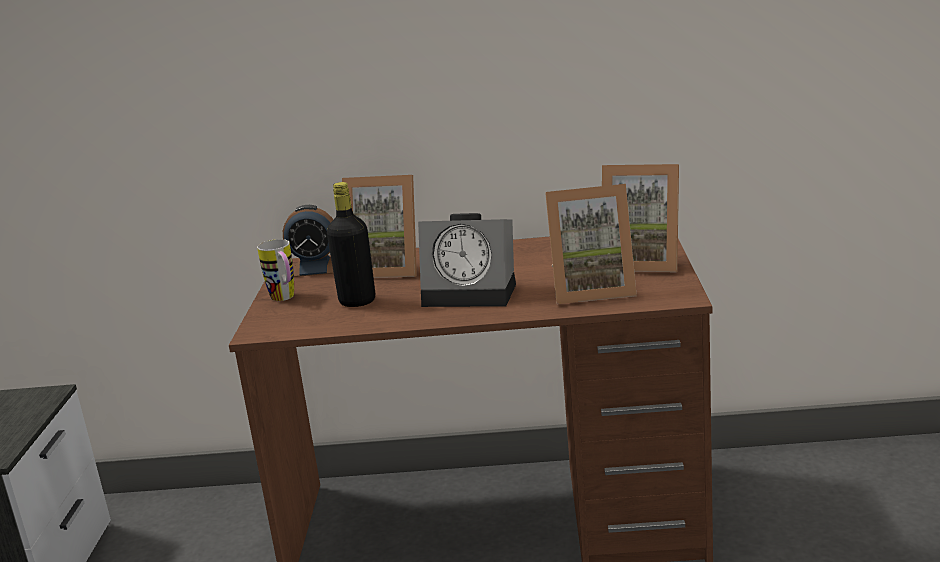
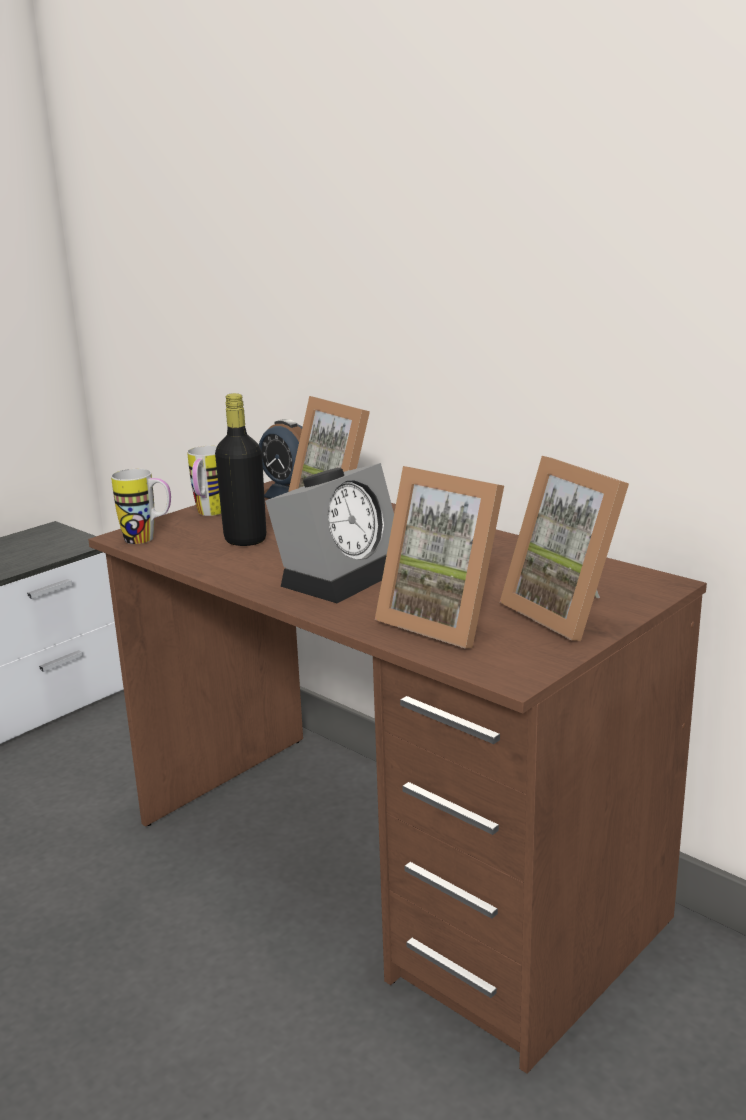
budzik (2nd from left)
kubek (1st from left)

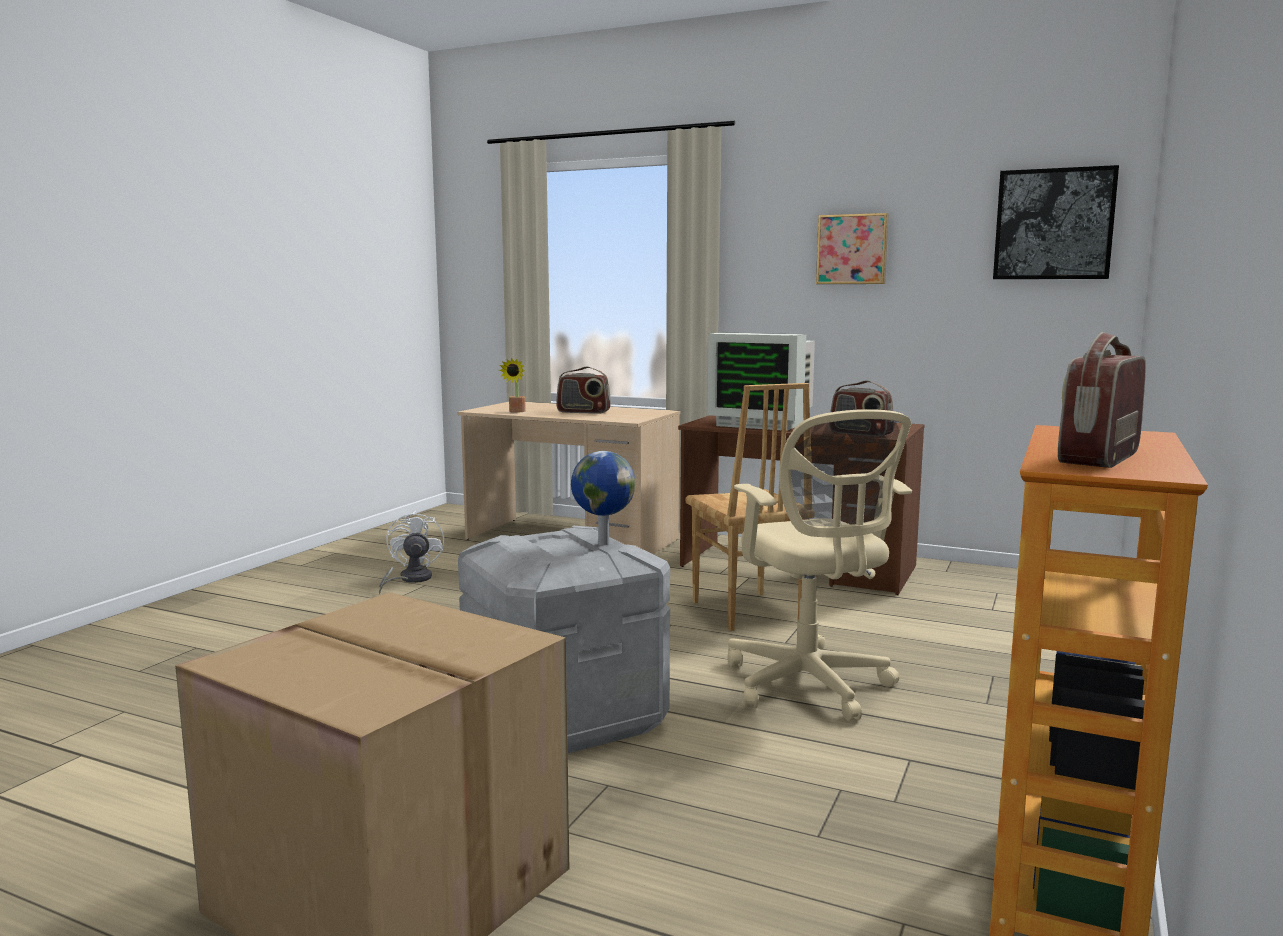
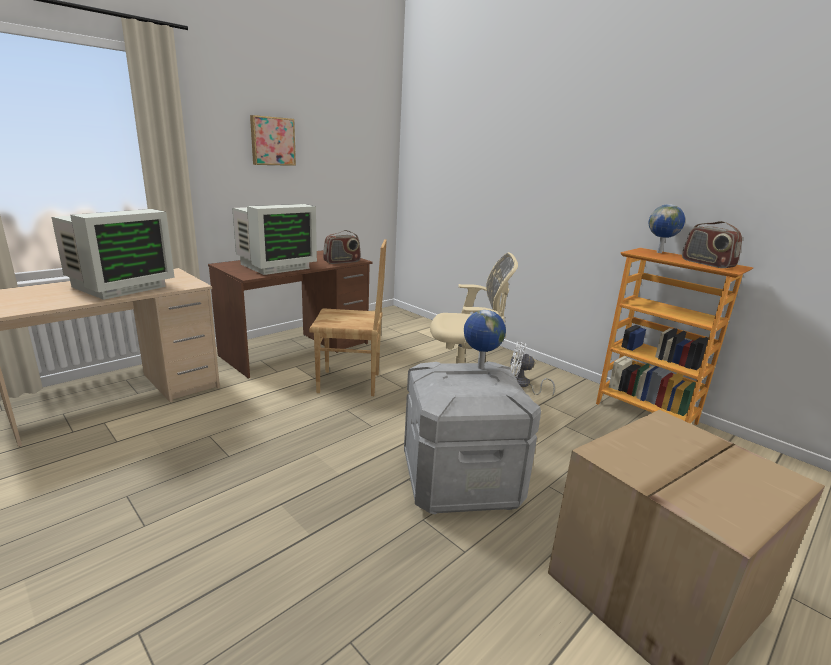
wentylator (biały)
roślina doniczkowa
monitor (1st from left)
obraz (2nd from left in the first image)
globus (2nd from left)

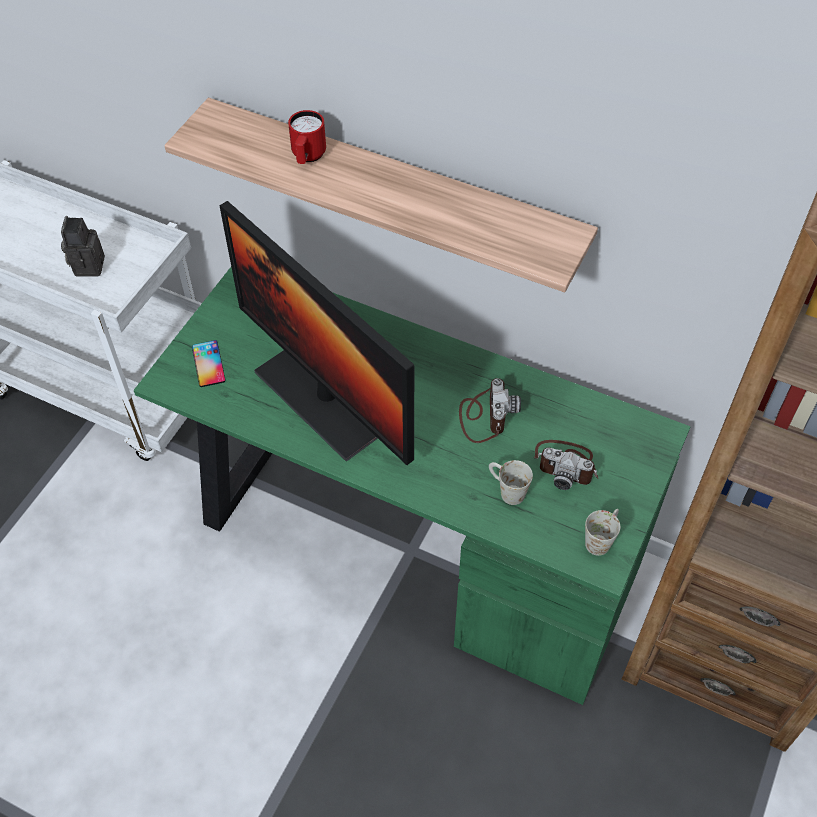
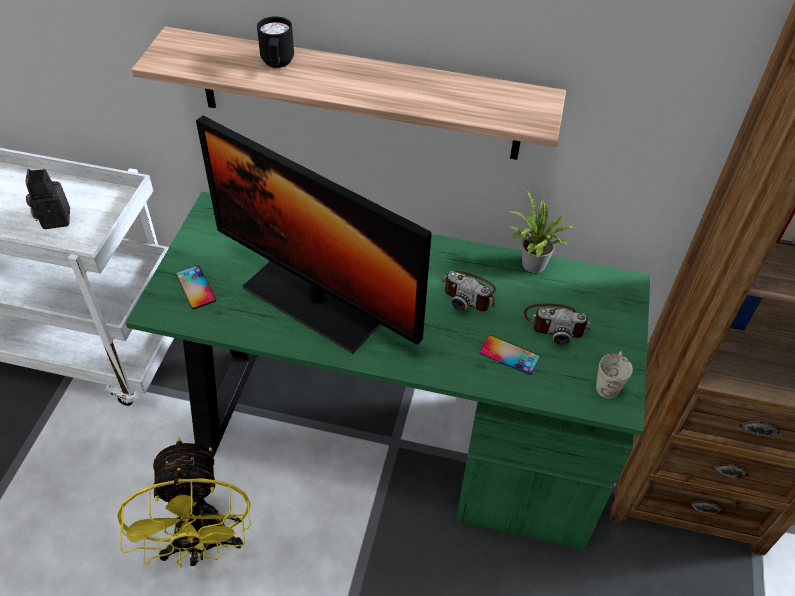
kubek (czarny)
aparat fotograficzny (2nd from left)
telefon (2nd from left)
wentylator (żółty)
roślina doniczkowa

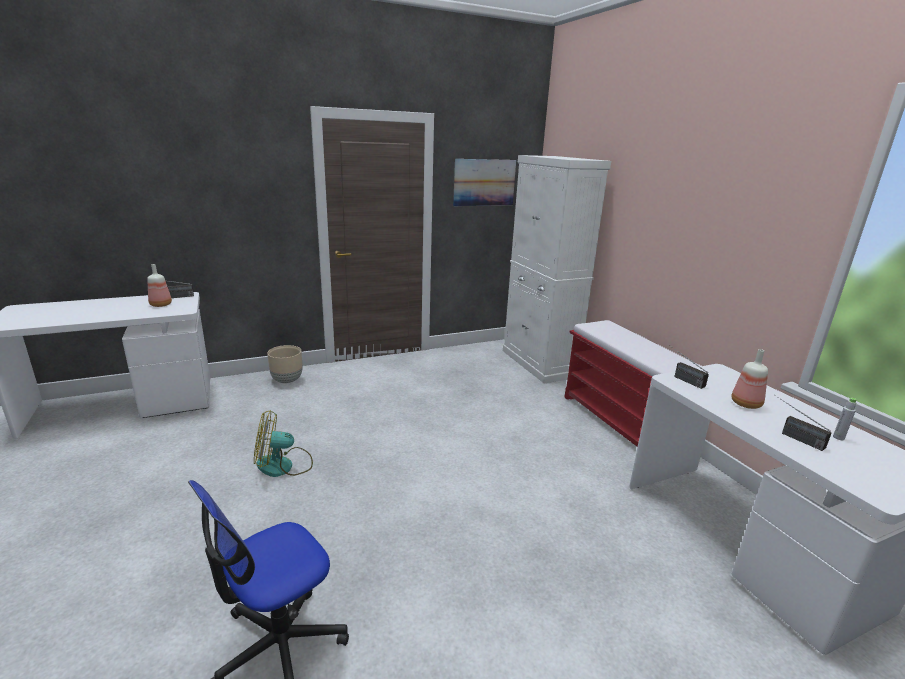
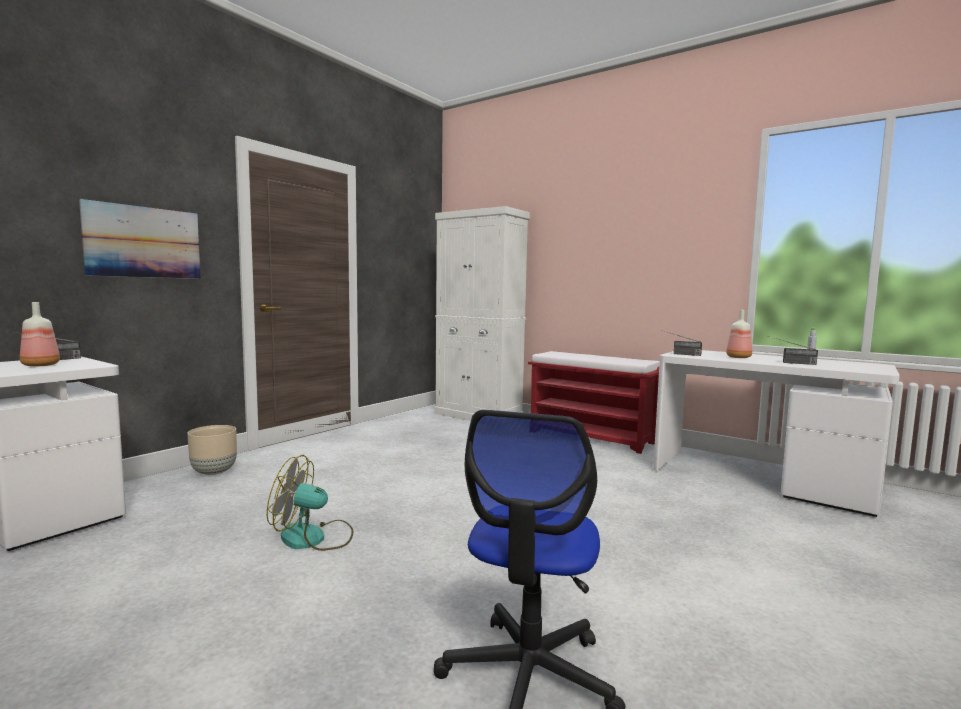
wentylator
obraz

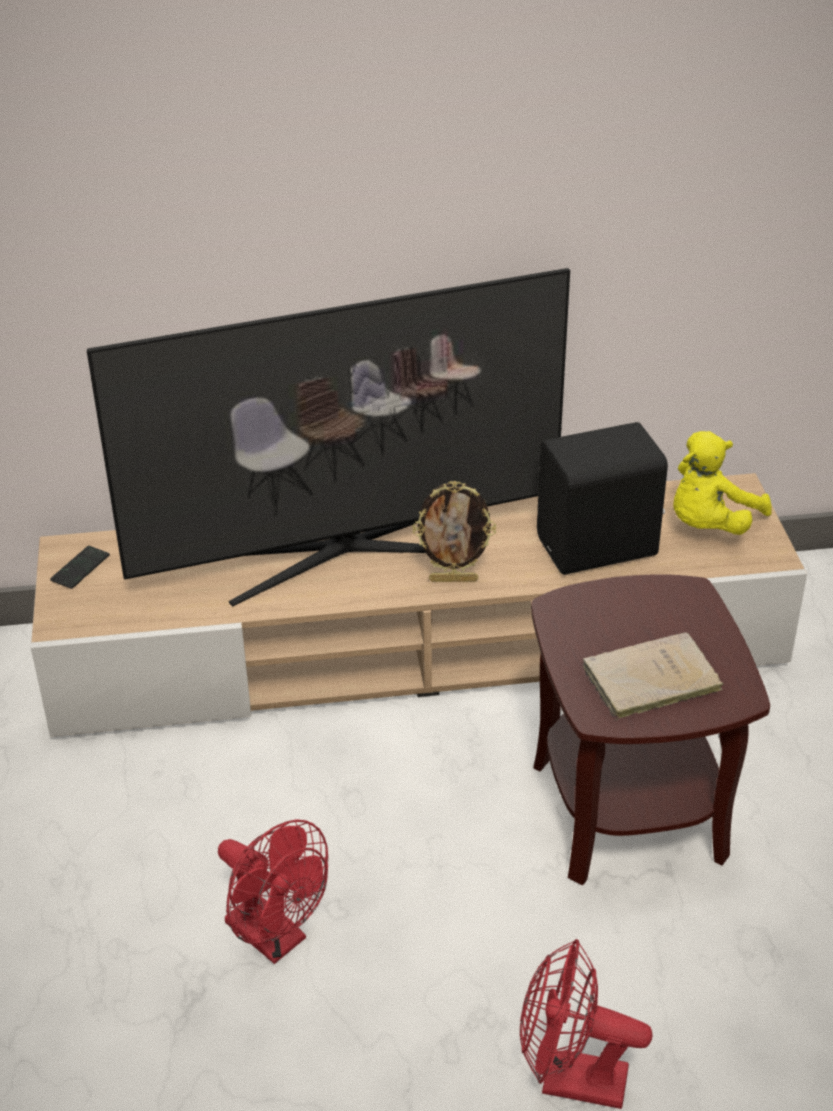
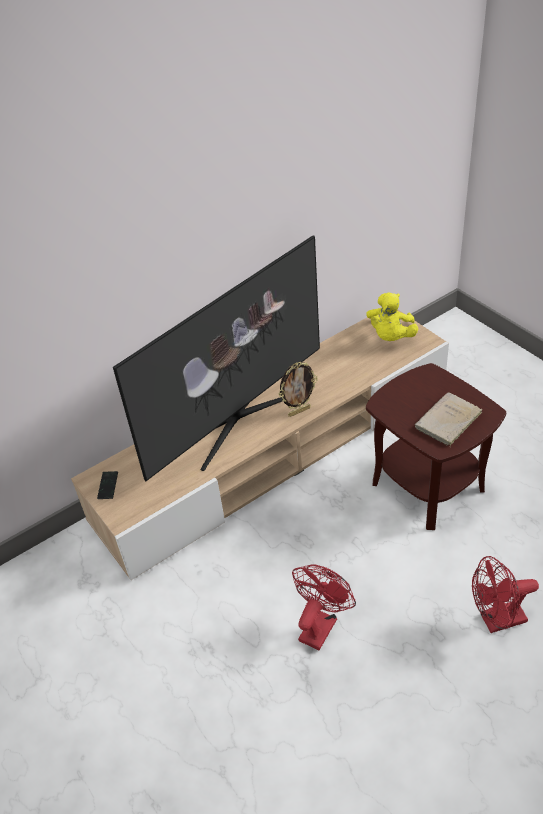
wentylator (czerwony) (1st from left)
głośnik (czarny)

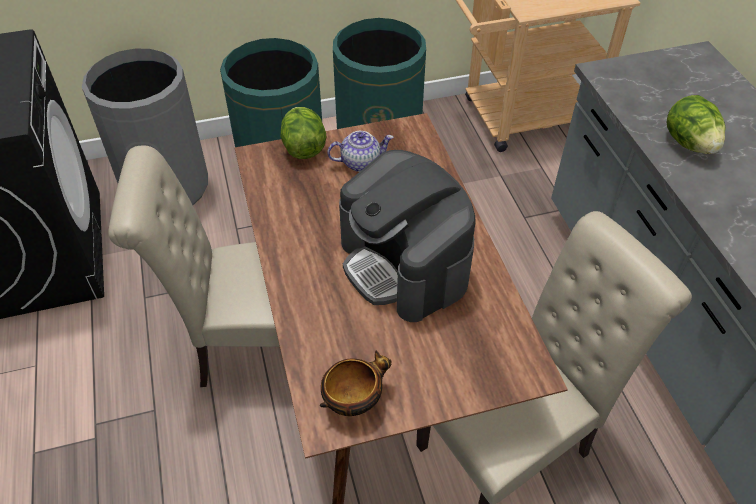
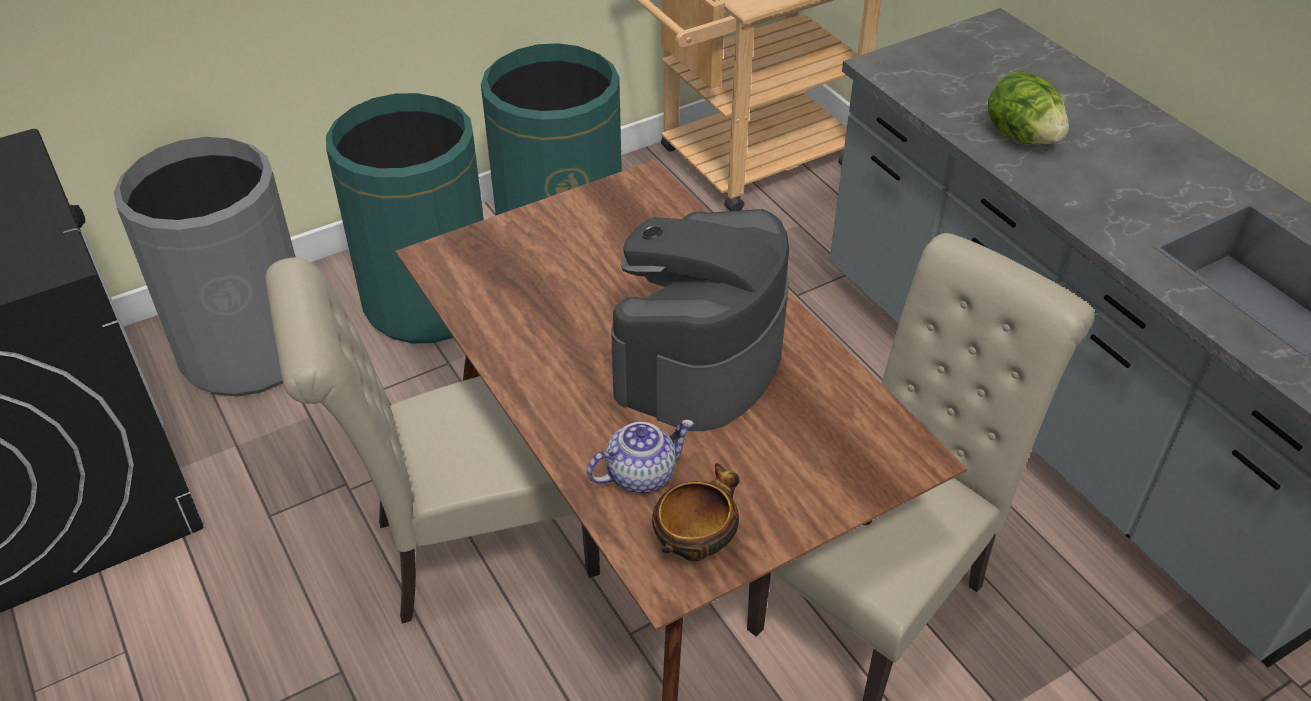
sałata (1st from left in the first image)
imbryk
ekspres do kawy

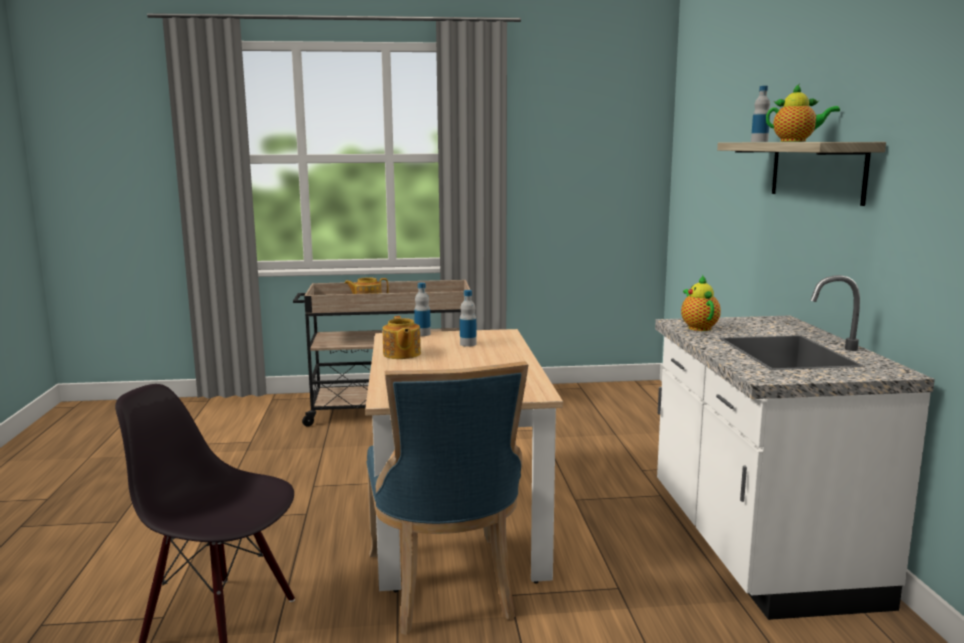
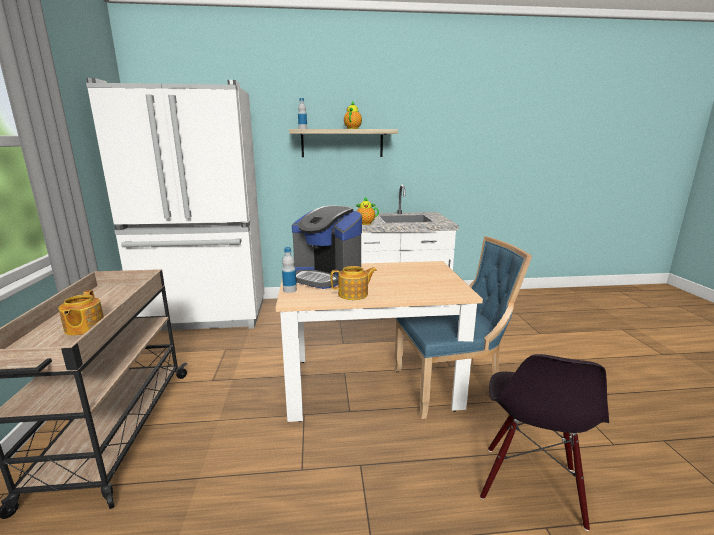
ekspres do kawy
lodówka (biały)

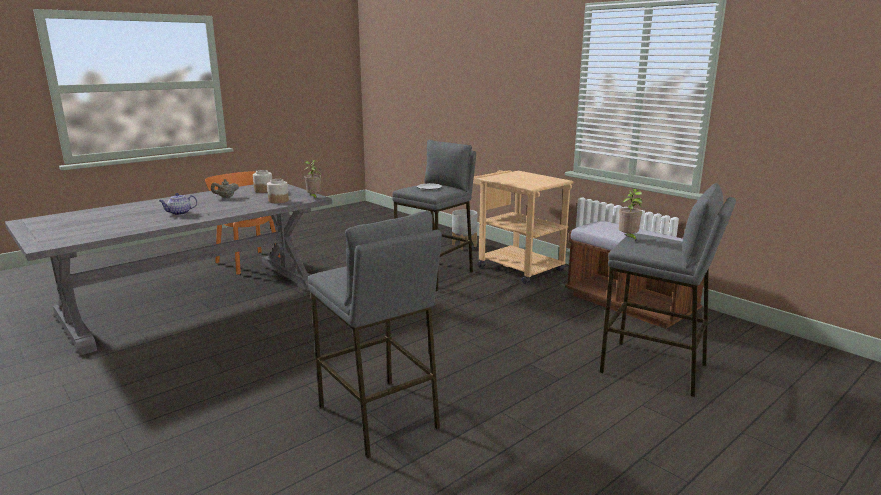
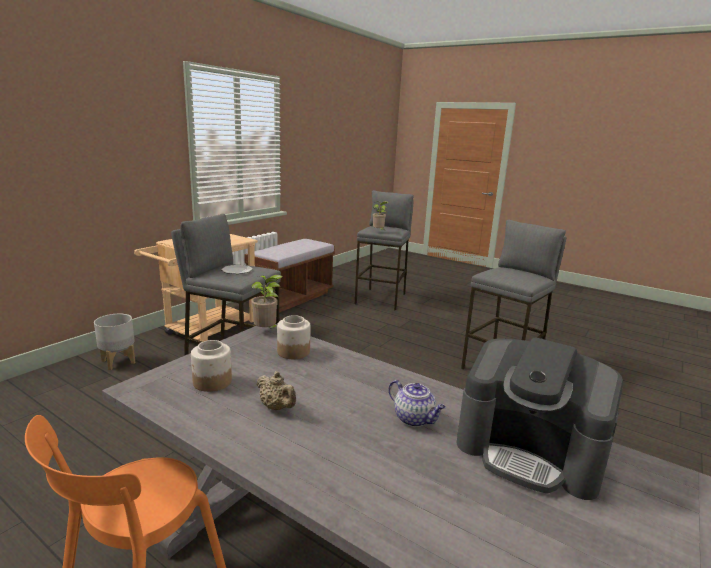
ekspres do kawy

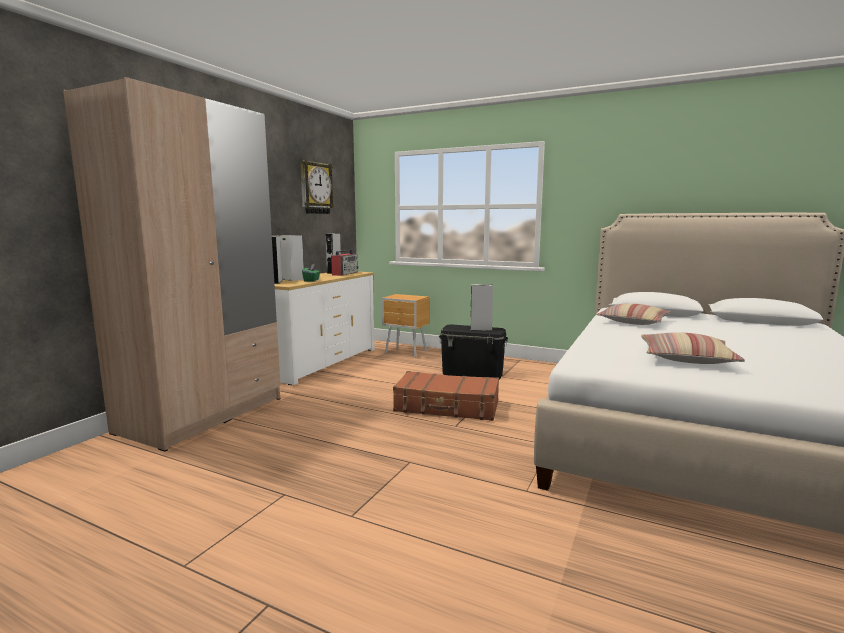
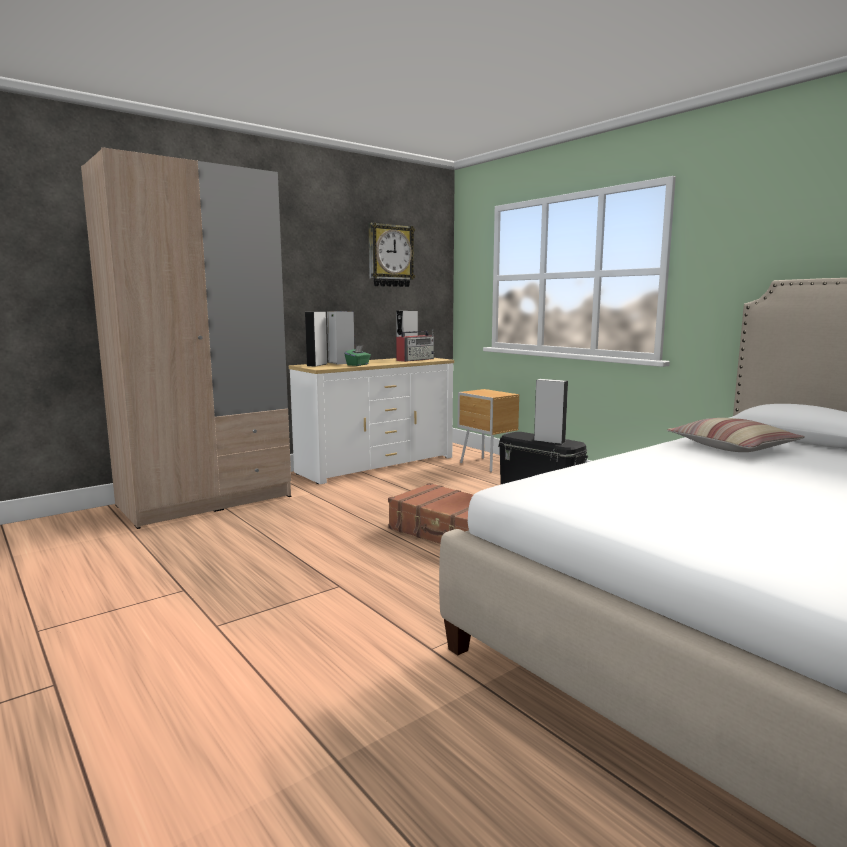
poduszka (2nd from left in the first image)

